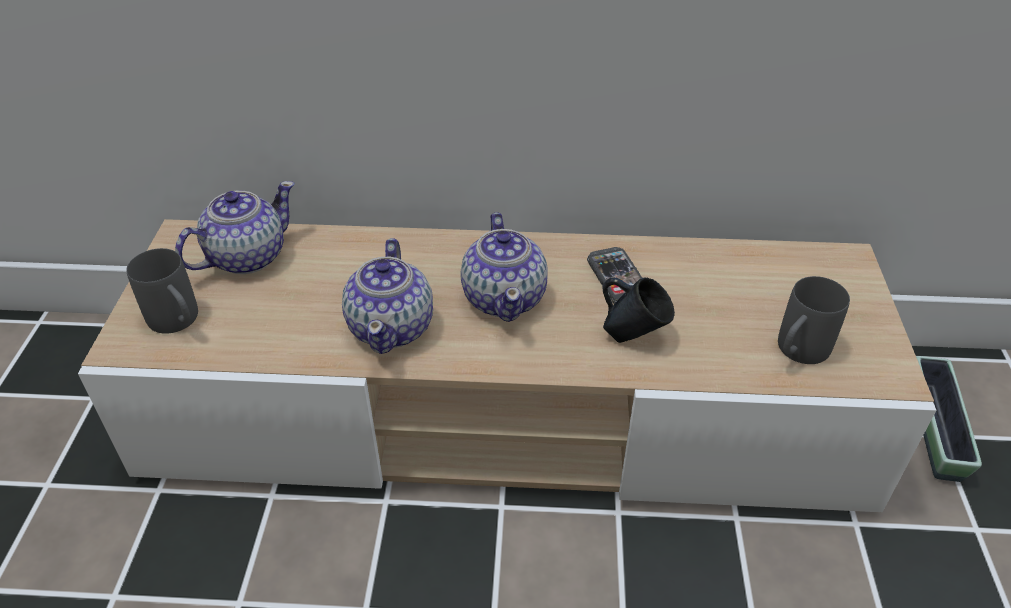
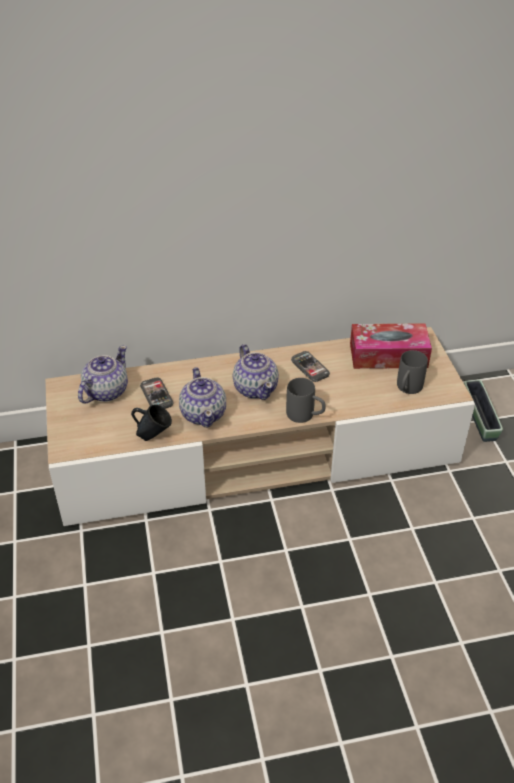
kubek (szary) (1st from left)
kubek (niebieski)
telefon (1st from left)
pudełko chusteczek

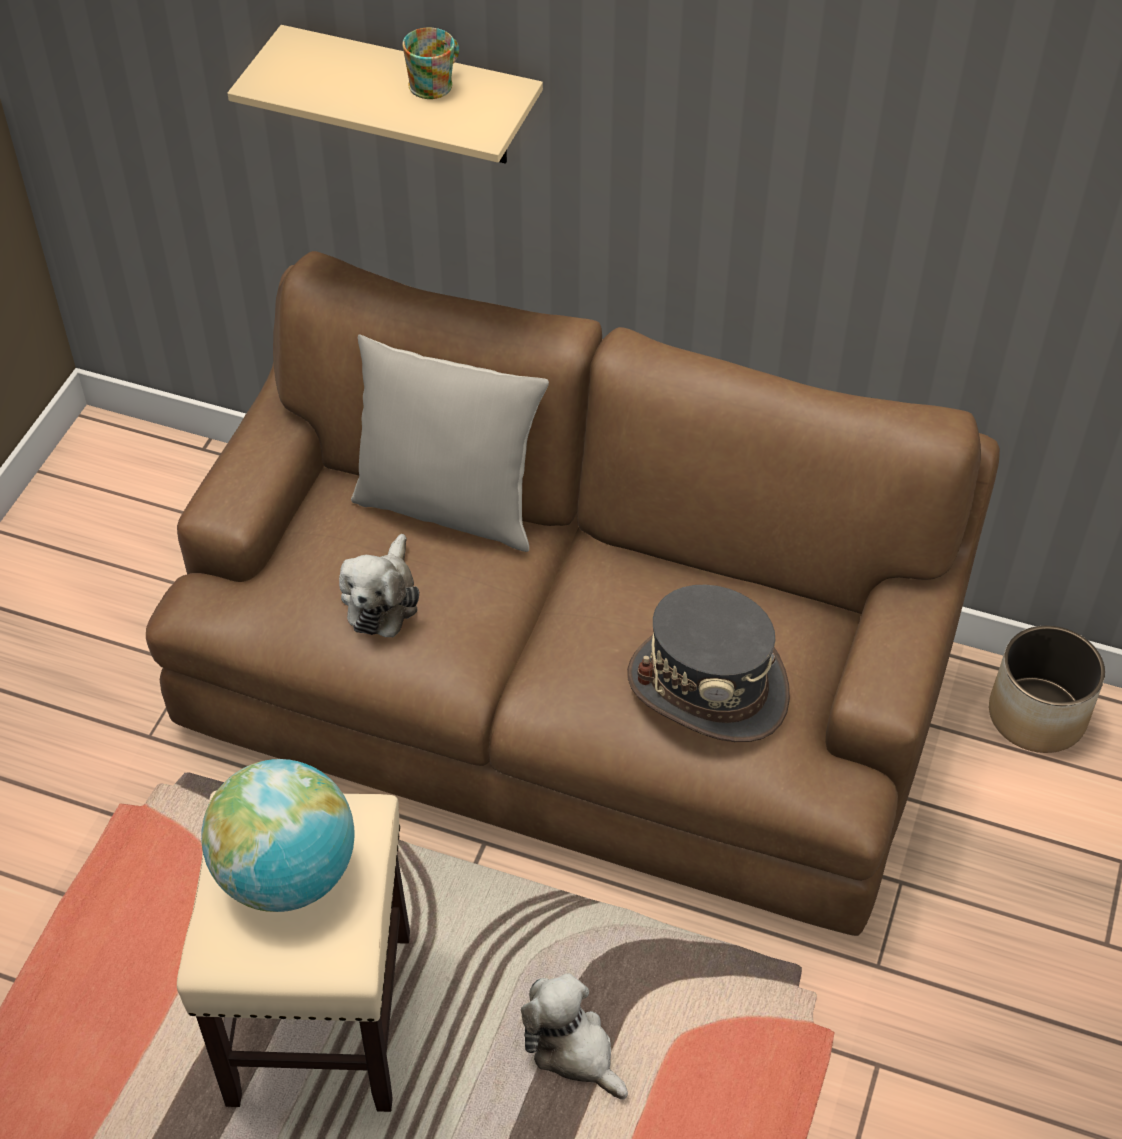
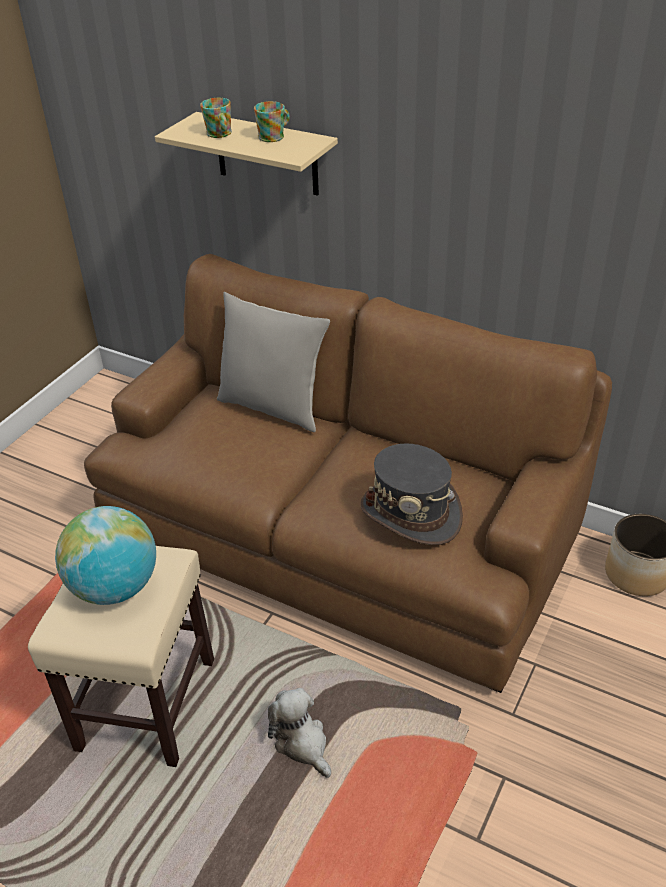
pluszak (1st from left in the first image)
kubek (1st from left)

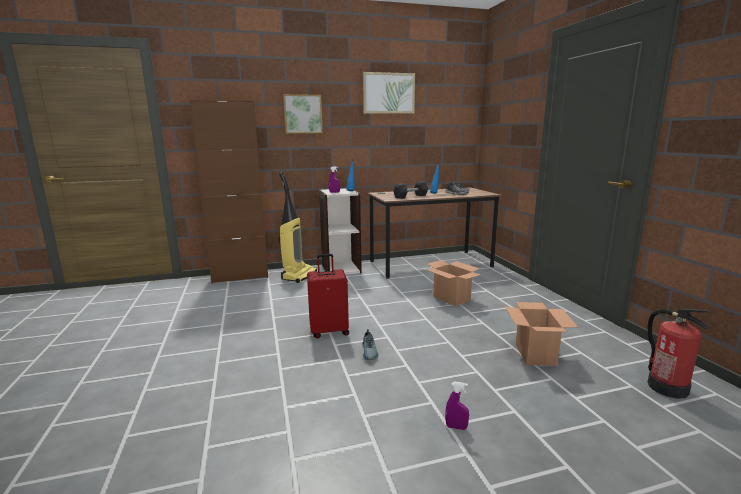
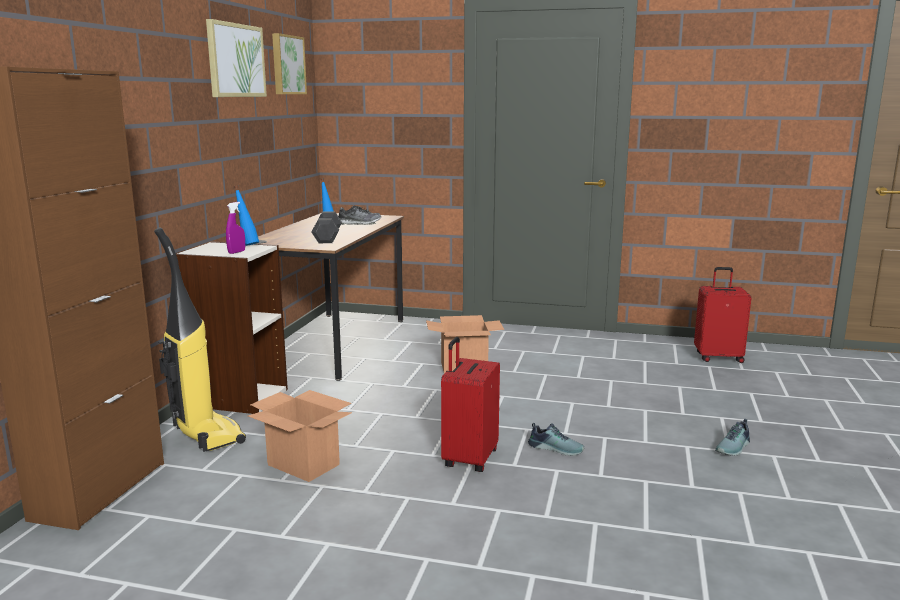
obraz (2nd from left)
but (3rd from left)
karton (1st from left)
walizka (czerwony) (2nd from left)

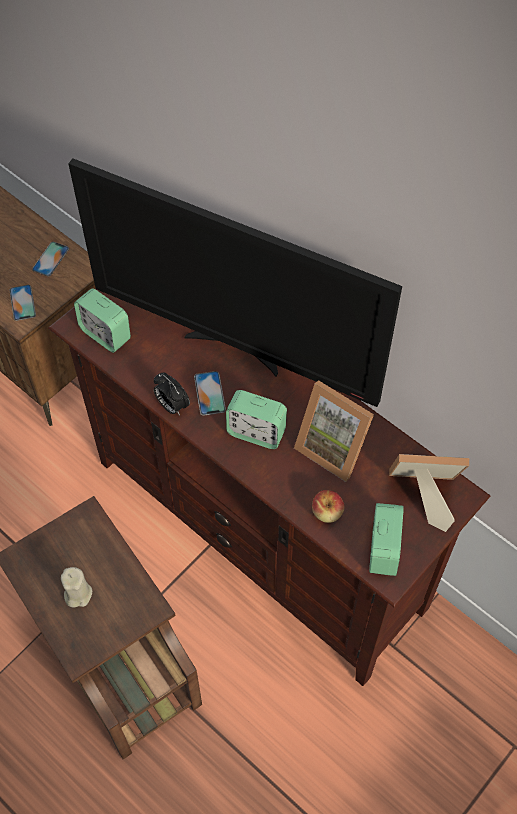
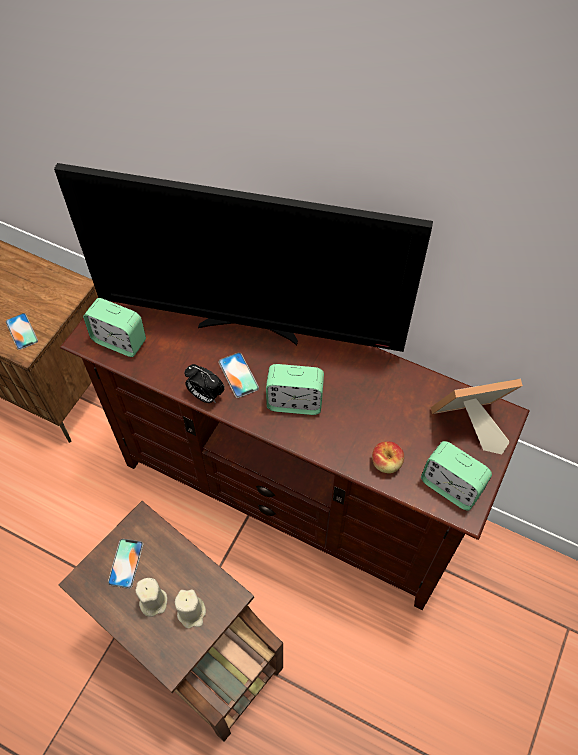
telefon (2nd from left)
ramka na zdjęcie (1st from left in the first image)
budzik (4th from left)
świeca (beżowy) (2nd from left)

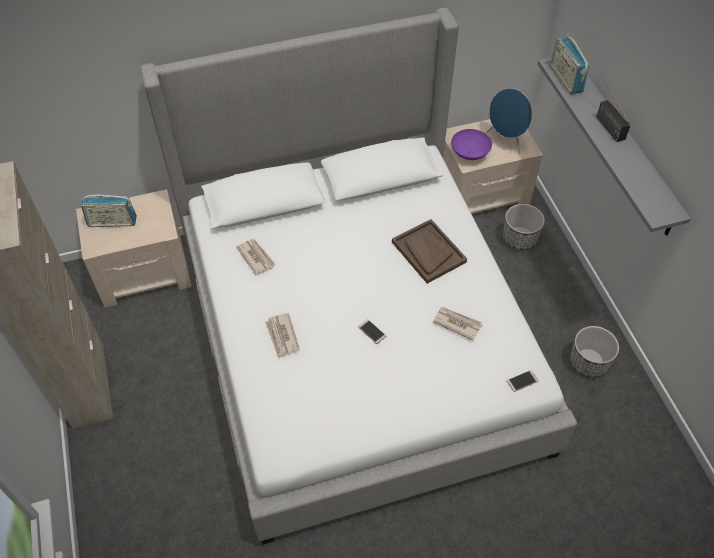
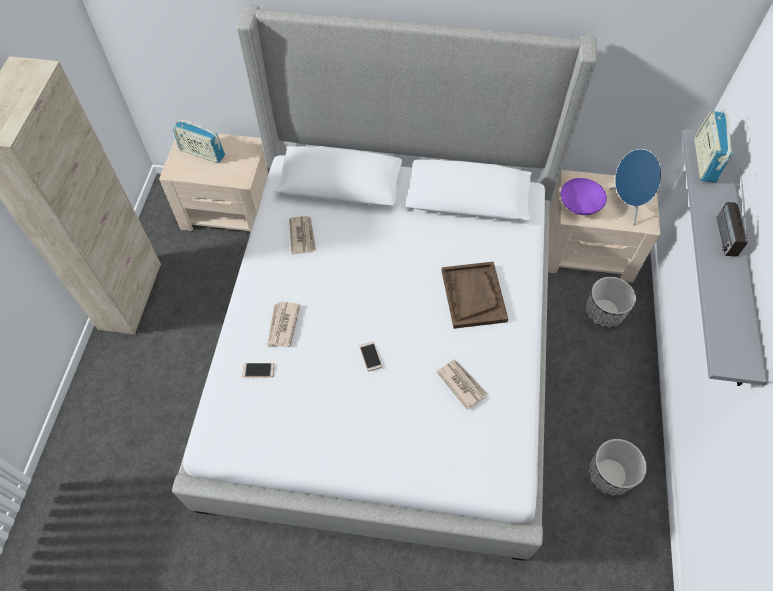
telefon (1st from left)

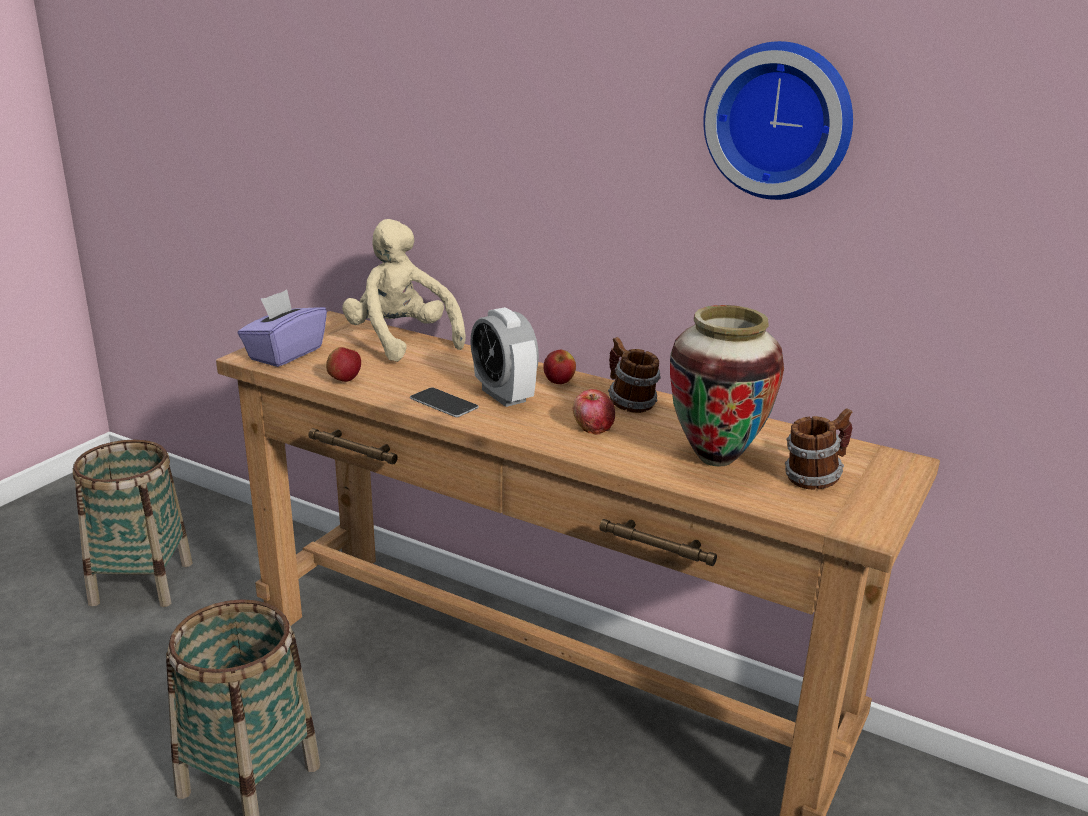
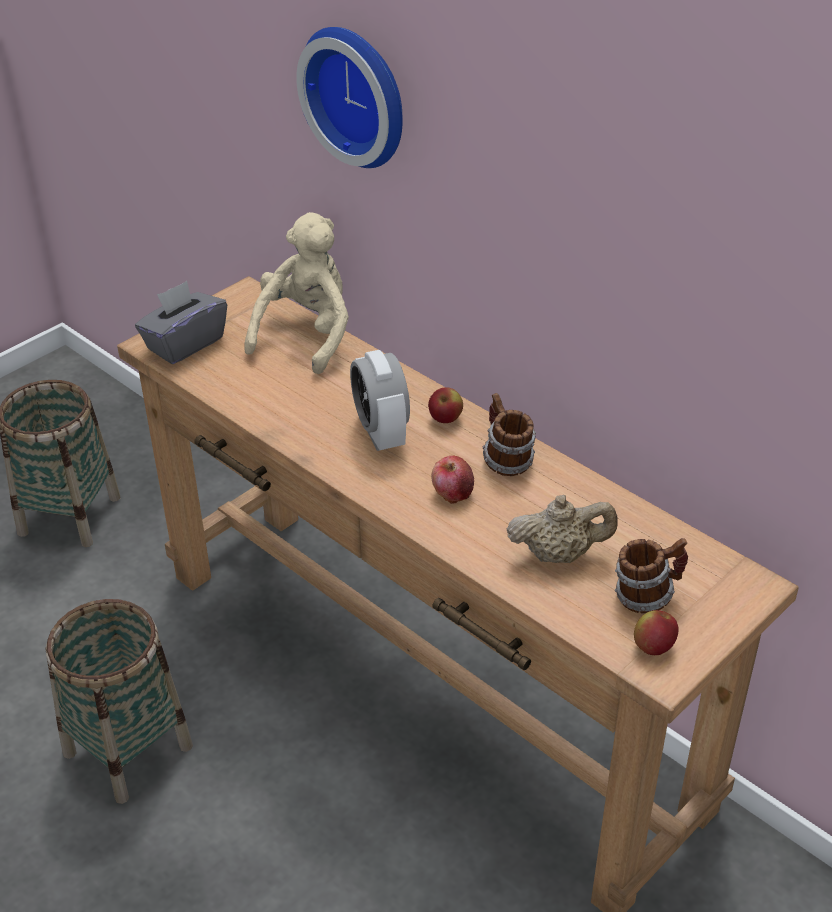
pudełko chusteczek (szary)
jabłko (3rd from left)
pluszak (beżowy)
telefon
imbryk (beżowy)
zegar ścienny

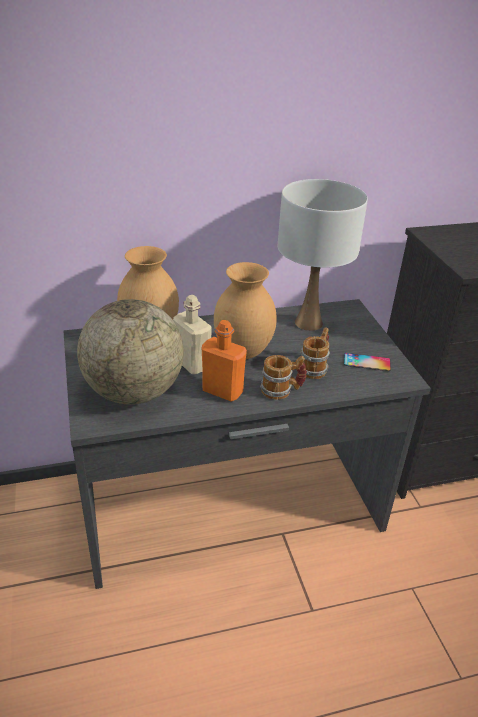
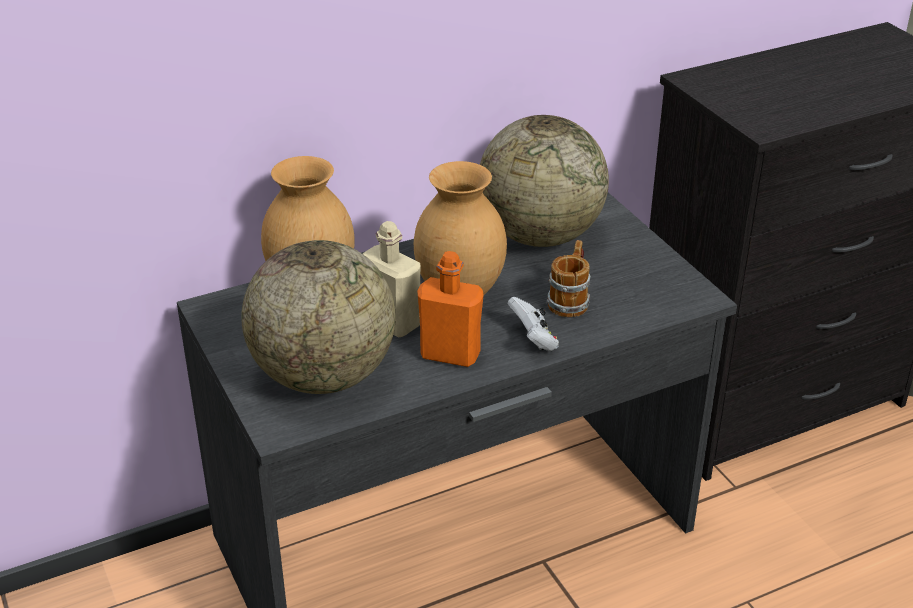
pad do gier (biały)
globus (2nd from left)
telefon

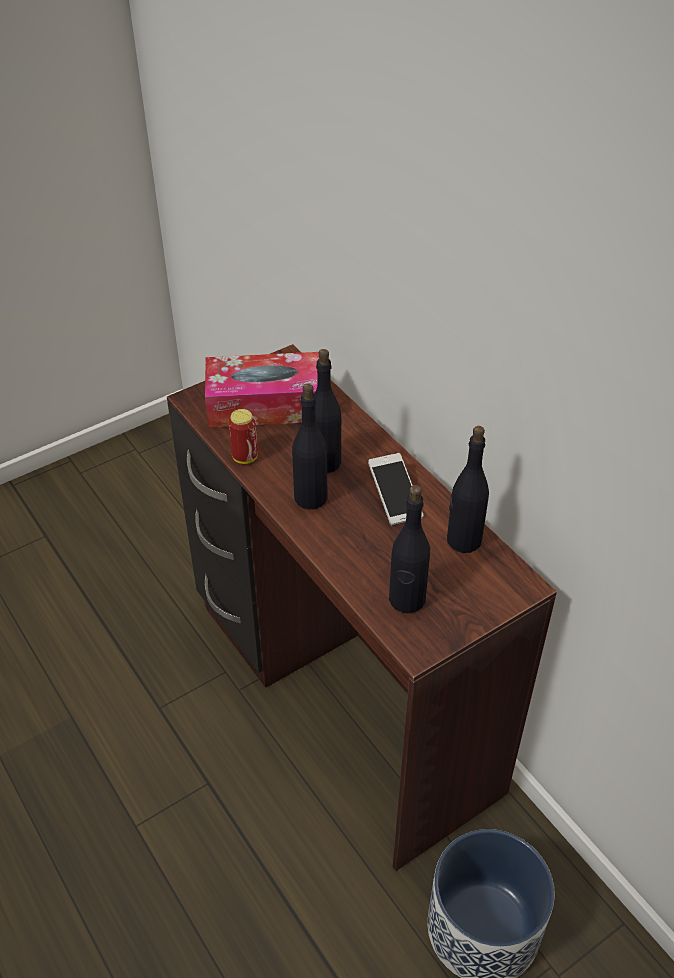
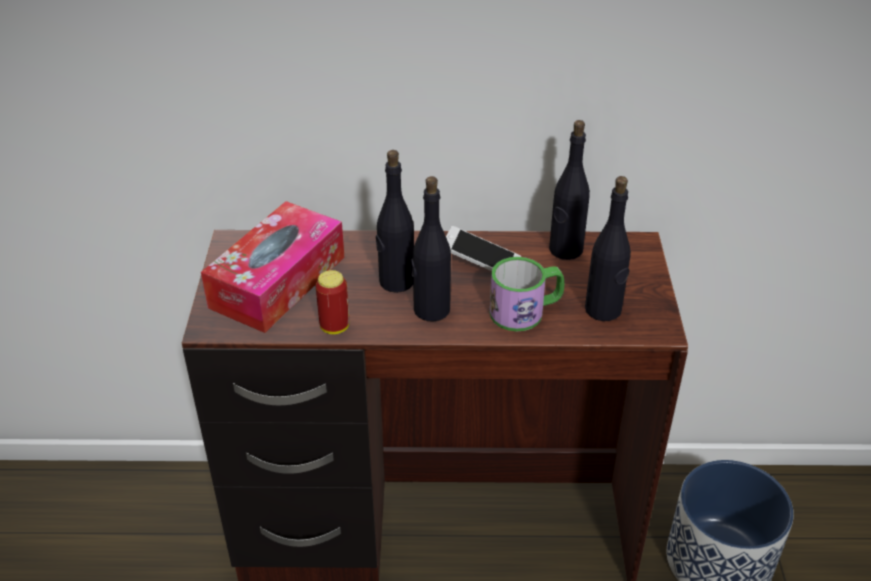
kubek

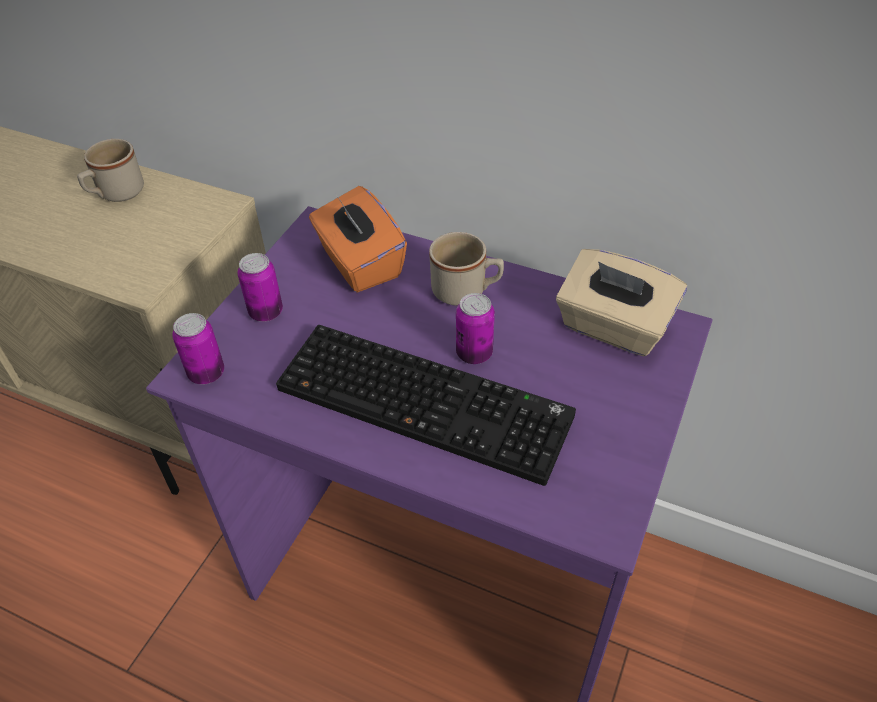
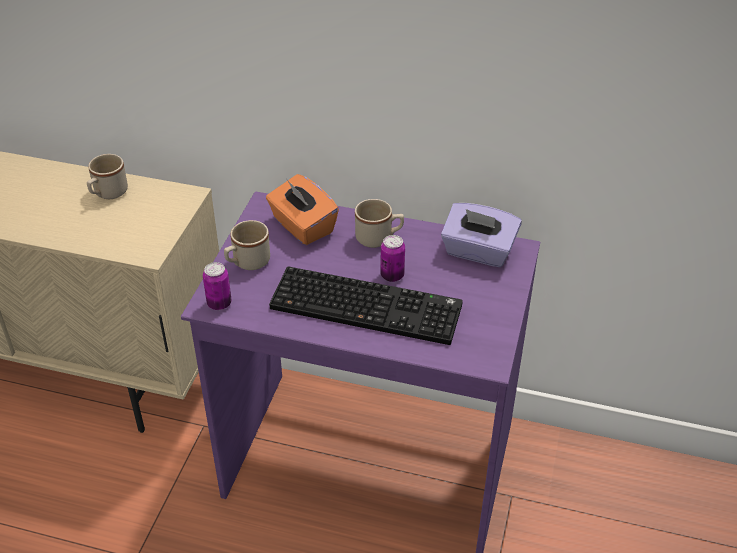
kubek (beżowy) (2nd from left)
pudełko chusteczek (fioletowy)

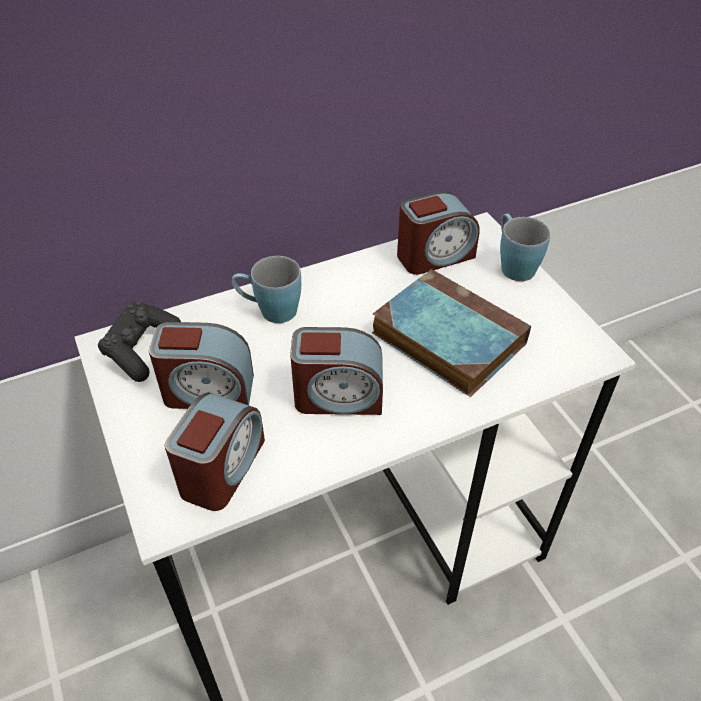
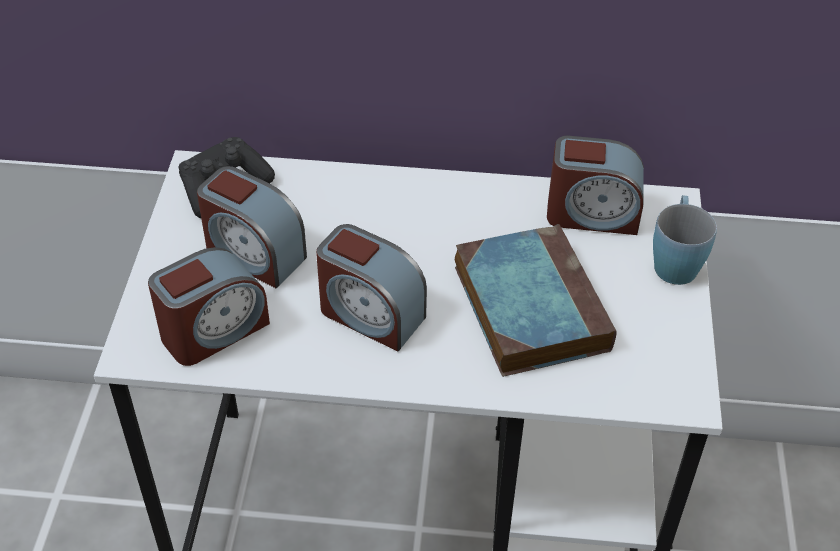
kubek (niebieski) (1st from left in the first image)

